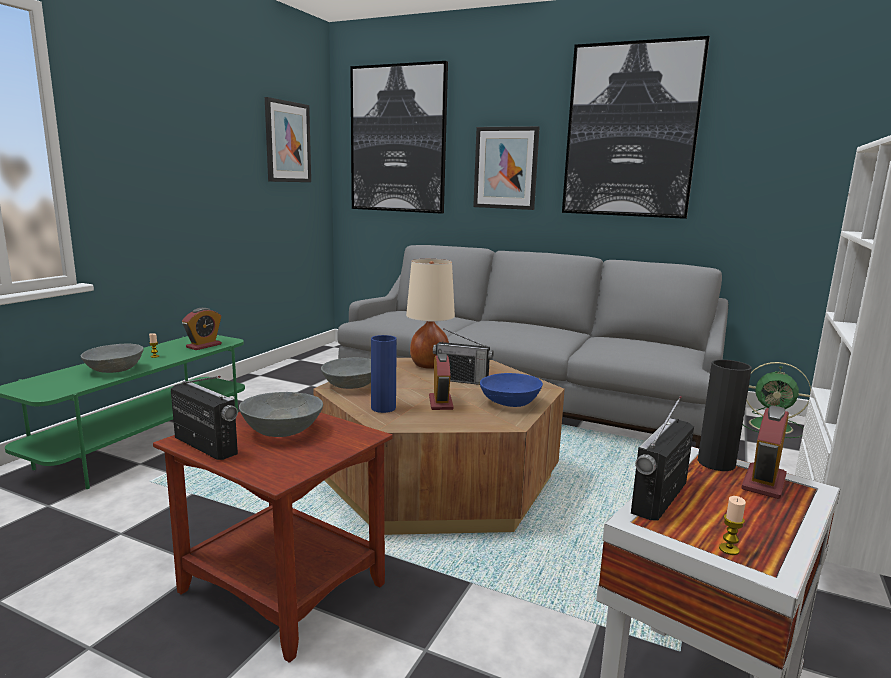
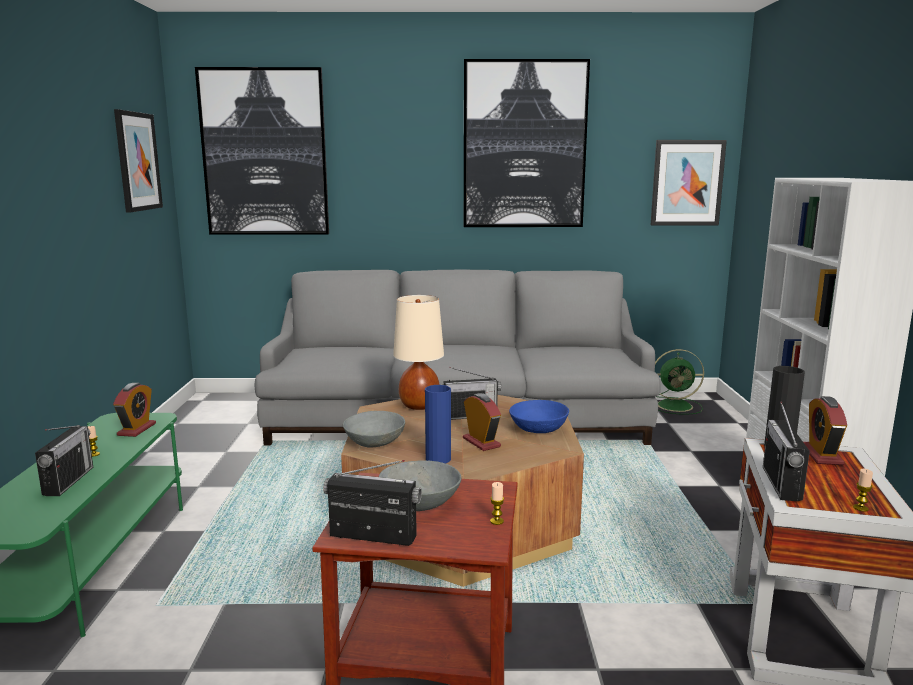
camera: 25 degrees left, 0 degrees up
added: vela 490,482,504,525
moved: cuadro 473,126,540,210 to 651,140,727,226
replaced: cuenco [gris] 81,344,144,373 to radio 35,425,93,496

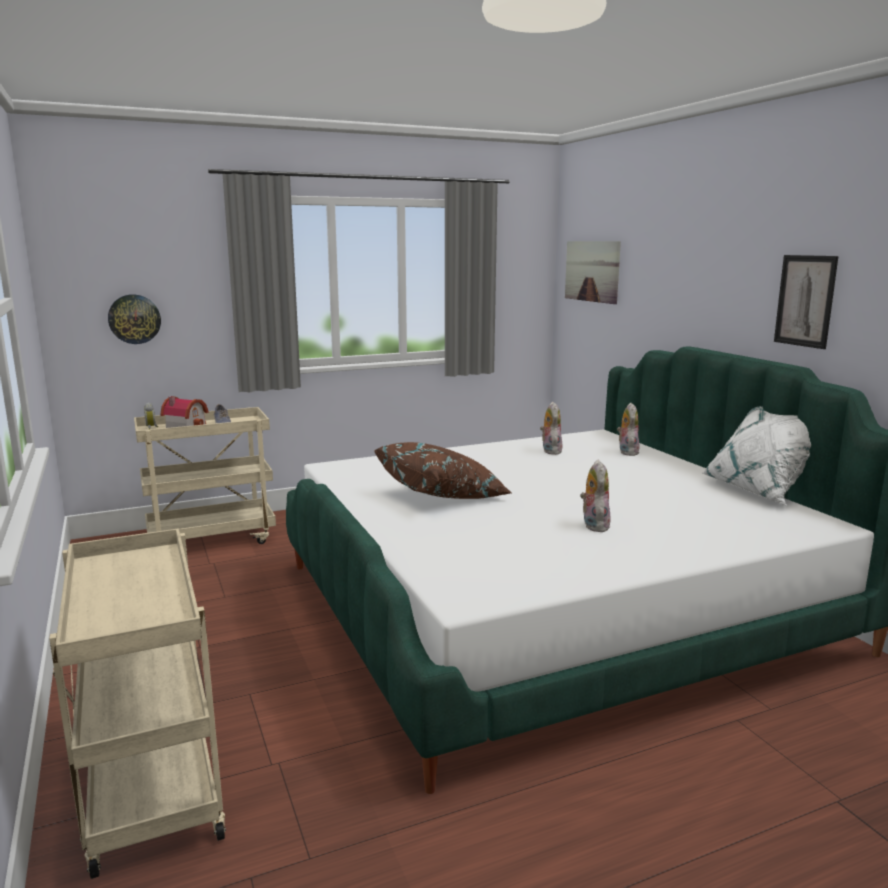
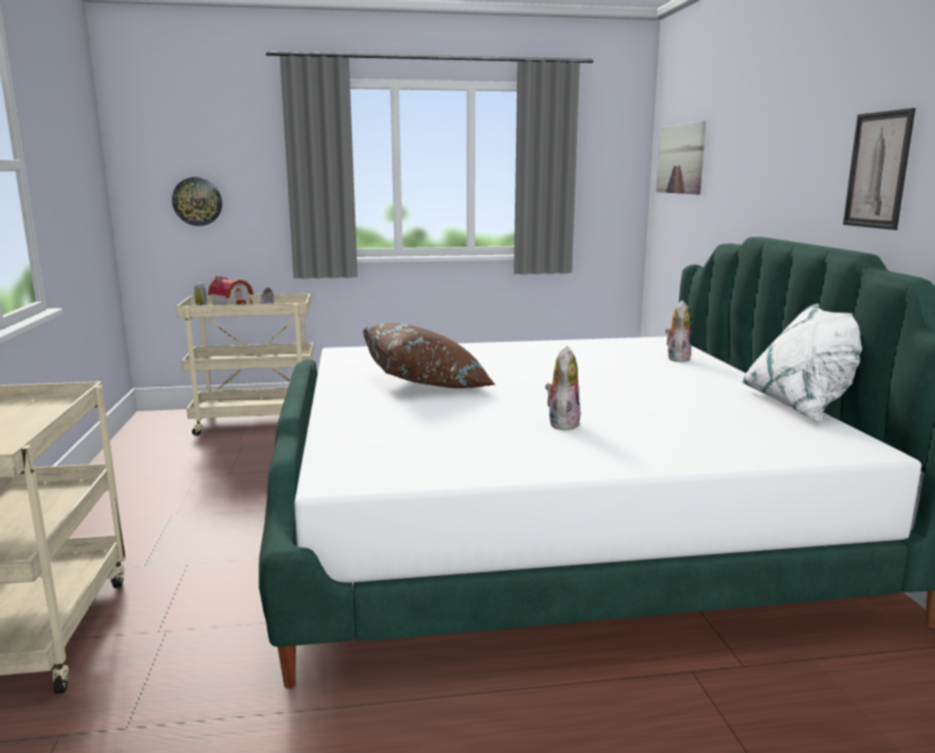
camera: 15 degrees right, 0 degrees up
removed: peluche 540,402,562,455

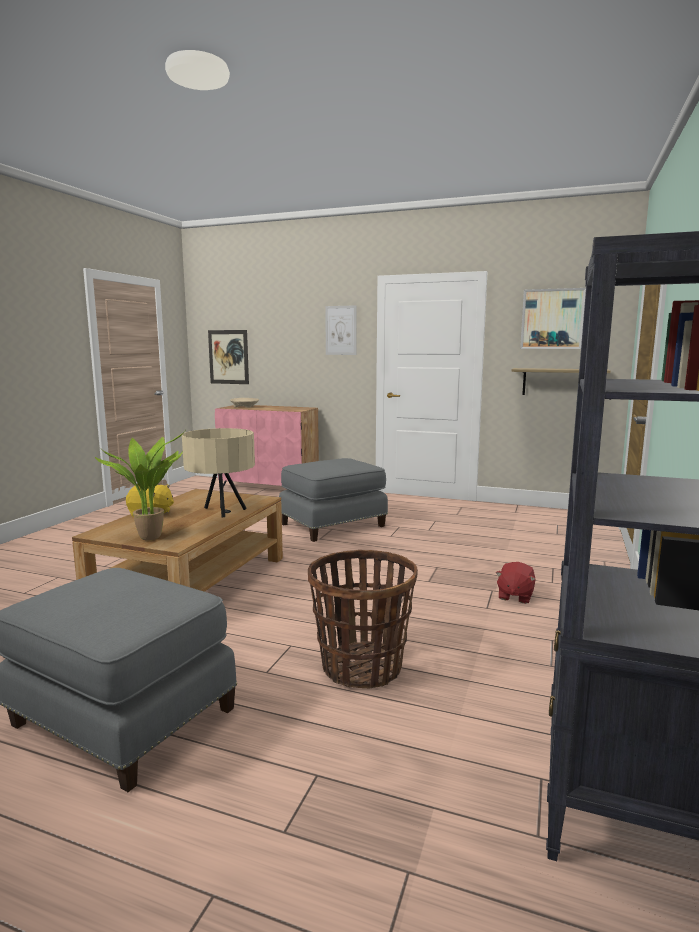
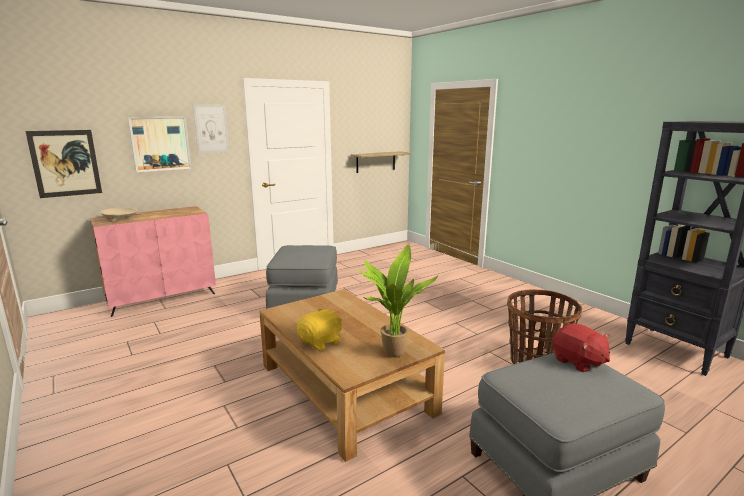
camera: 55 degrees left, 5 degrees up
removed: lámpara de mesa [beis] 182,428,255,517
moved: peluche [rojo] 496,562,535,604 to 553,323,610,372; cuadro 520,288,586,349 to 128,117,192,172

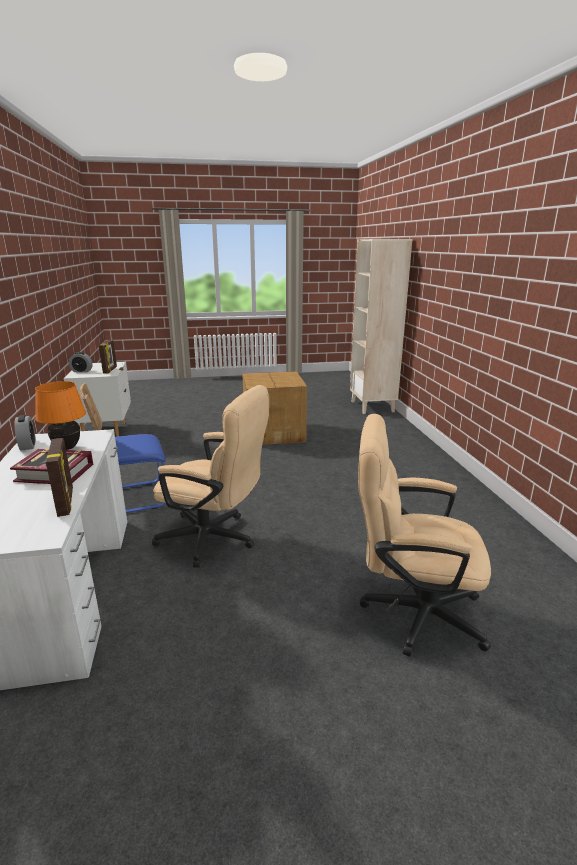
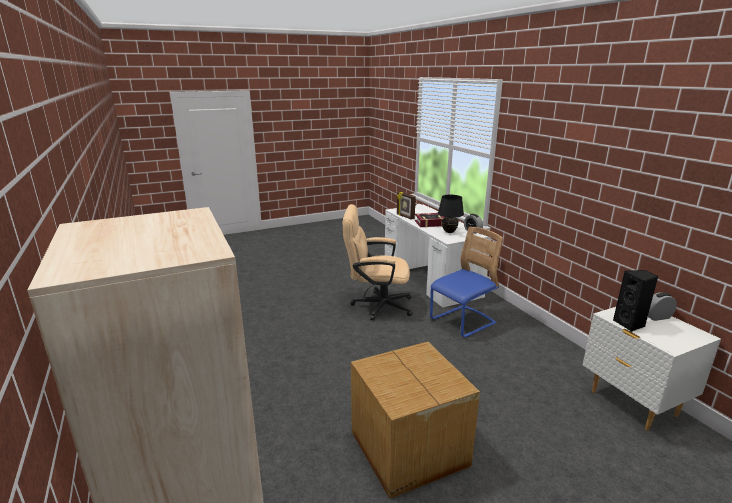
camera: 165 degrees right, 0 degrees up
removed: silla de oficina [beis] 358,414,491,657
replaced: portarretratos 99,340,117,374 to altavoz [negro] 613,270,658,332
recoloured: lámpara de mesa [naranja] 35,381,86,450 to lámpara de mesa [negro] 438,195,464,233

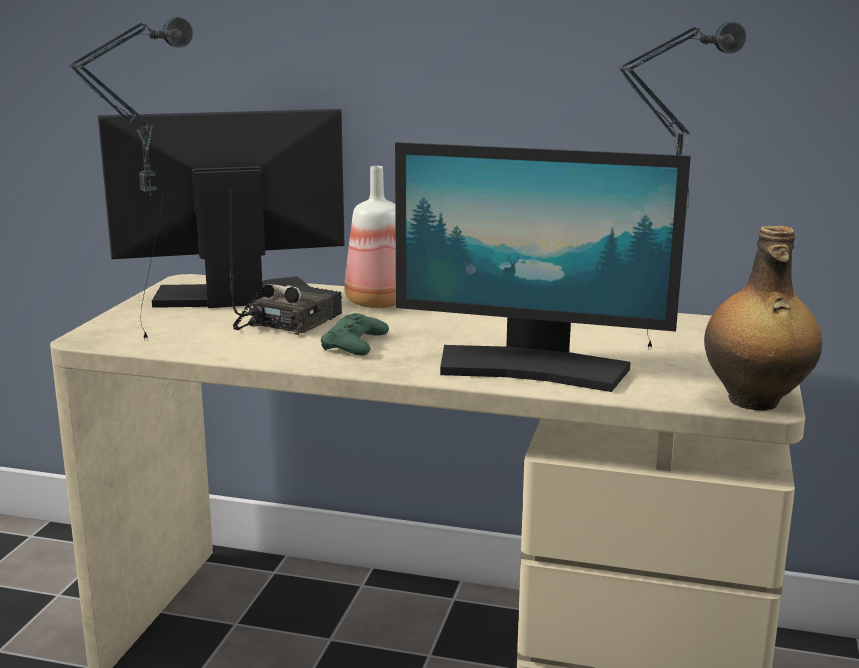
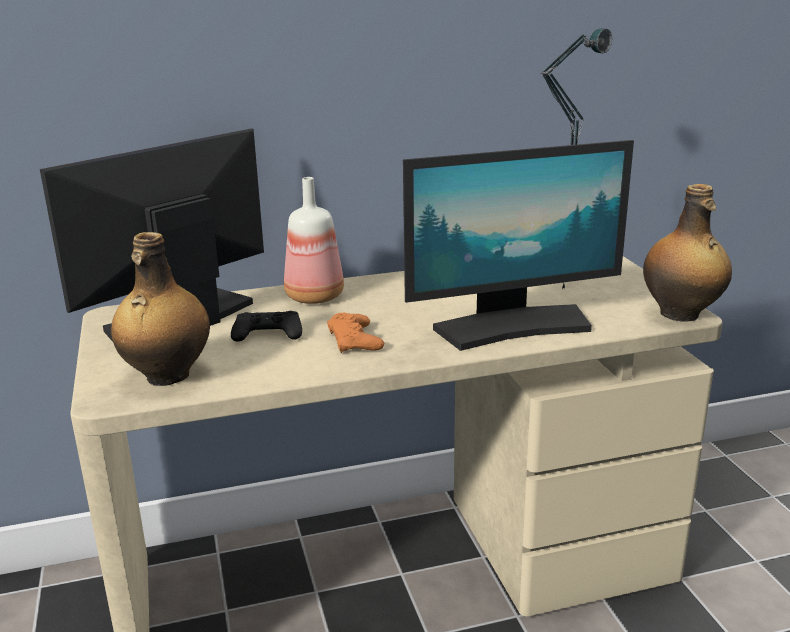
camera: 30 degrees left, 5 degrees up
replaced: lámpara de mesa 69,17,193,341 to botella 111,232,210,386; radio 230,187,342,335 to mando de consola [negro] 231,311,302,342
recoloured: mando de consola [verde] 321,313,389,356 to mando de consola [naranja] 327,313,384,353

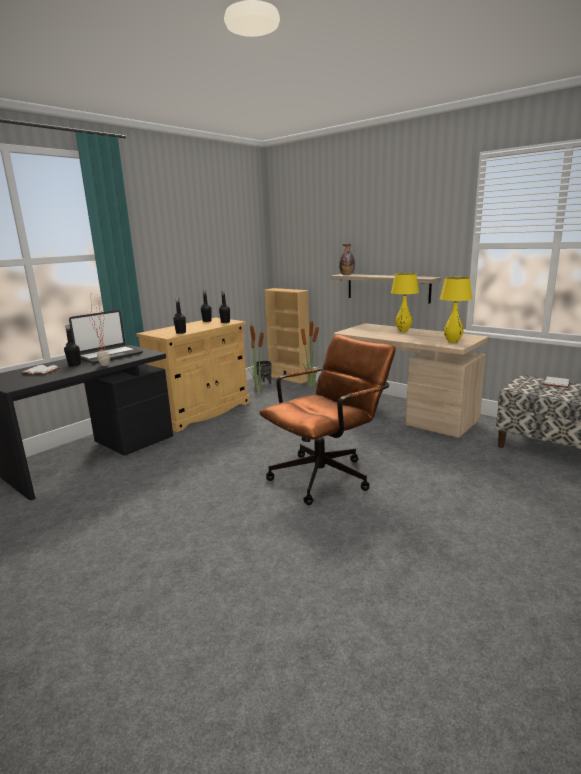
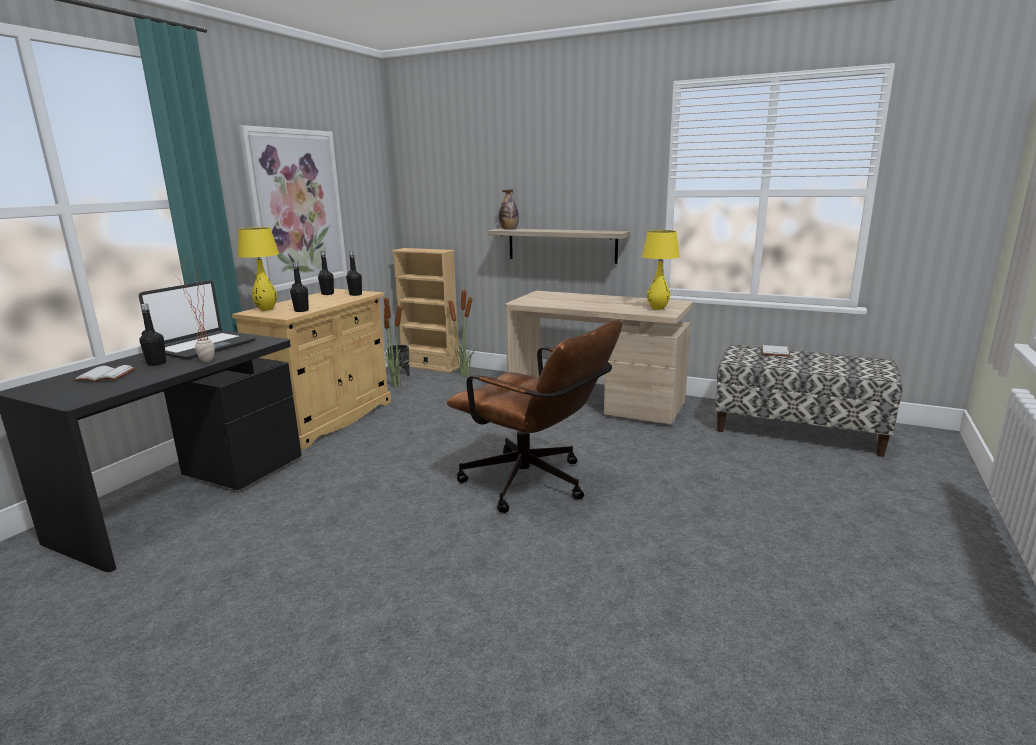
camera: 15 degrees left, 0 degrees up
added: cuadro 239,125,347,291
moved: lámpara de mesa [amarillo] 391,273,419,332 to 237,227,279,311
turned: silla de oficina [marrón] 259,335,396,505 = 447,320,622,513 90 degrees clockwise

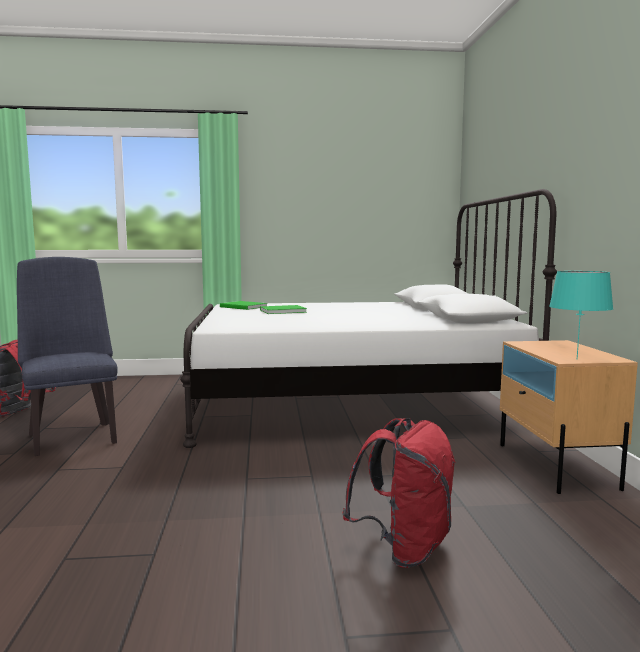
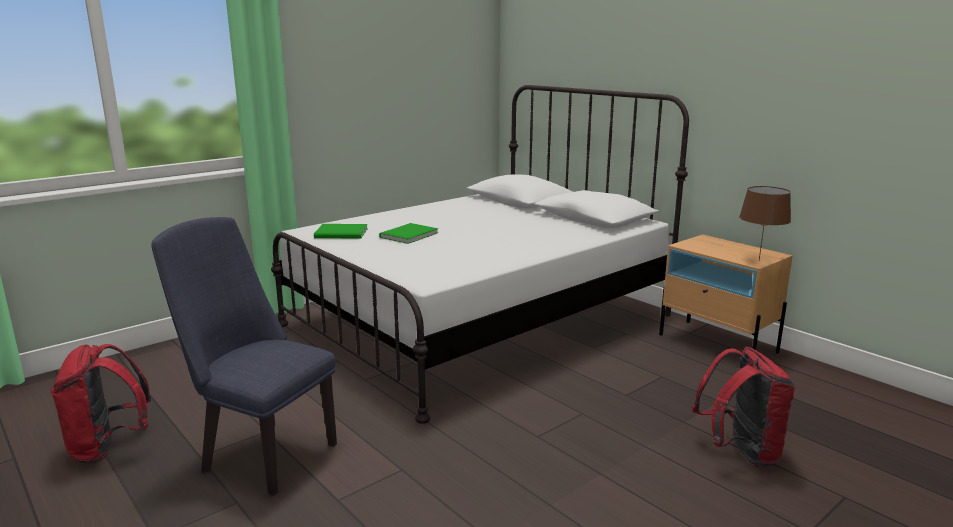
camera: 35 degrees left, 10 degrees up
recoloured: lámpara de mesa [turquesa] 549,271,614,359 to lámpara de mesa [marrón] 739,186,791,260

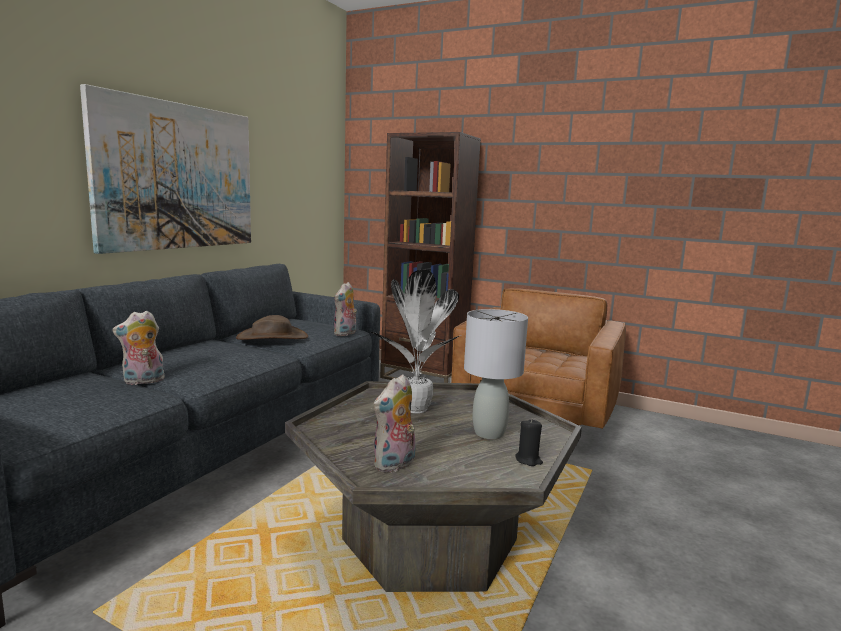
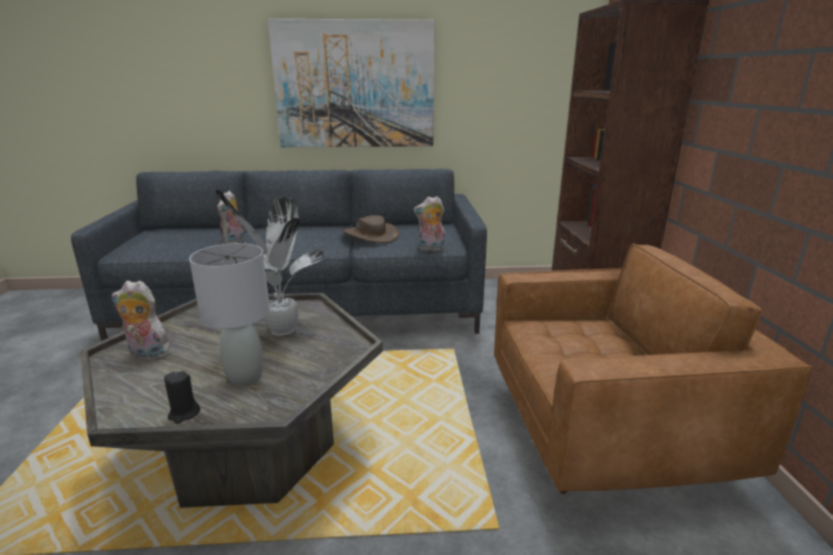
camera: 60 degrees right, 10 degrees up
turned: peluche 112,311,165,385 = 217,191,244,244 105 degrees counterclockwise

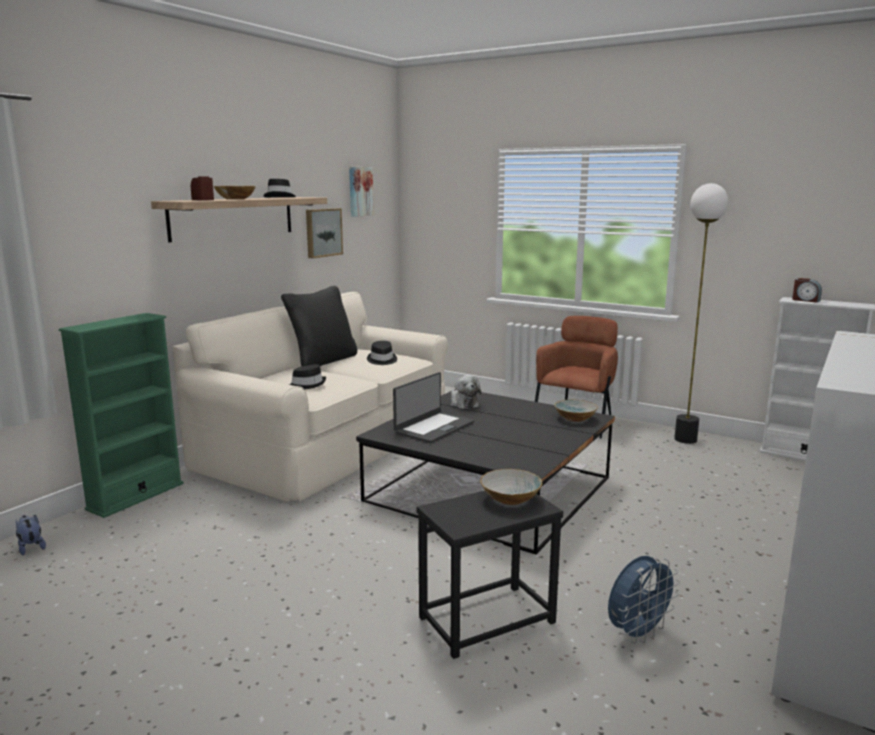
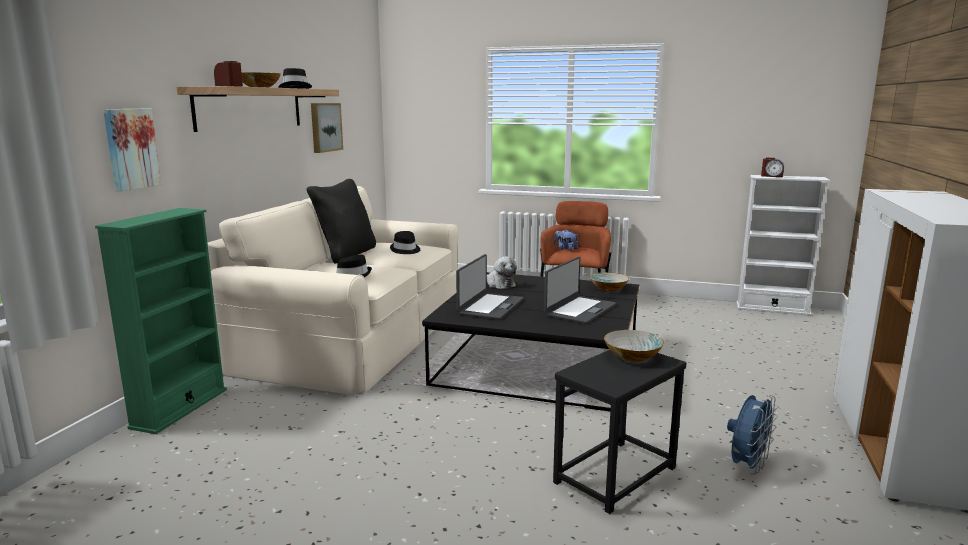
camera: 15 degrees left, 0 degrees up
removed: lámpara de pie 674,183,728,444
added: portátil 544,257,616,324
moved: peluche 16,515,46,555 to 554,229,578,251; cuadro 349,167,374,217 to 103,109,162,191

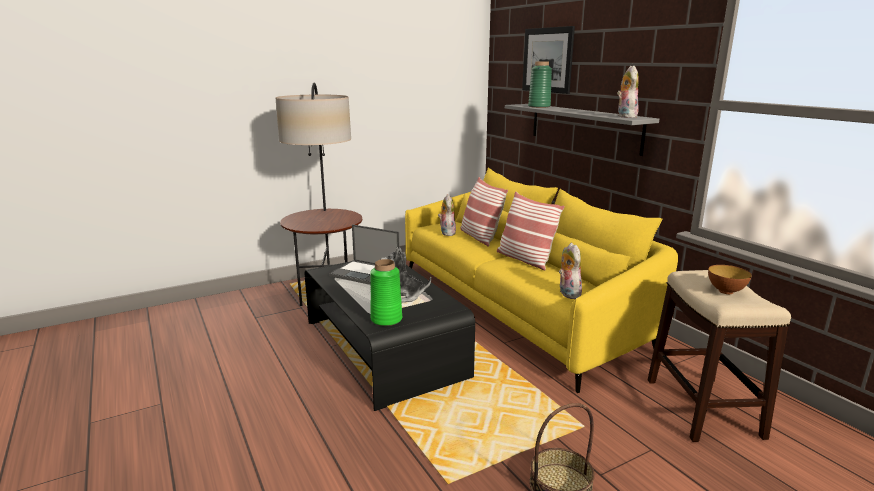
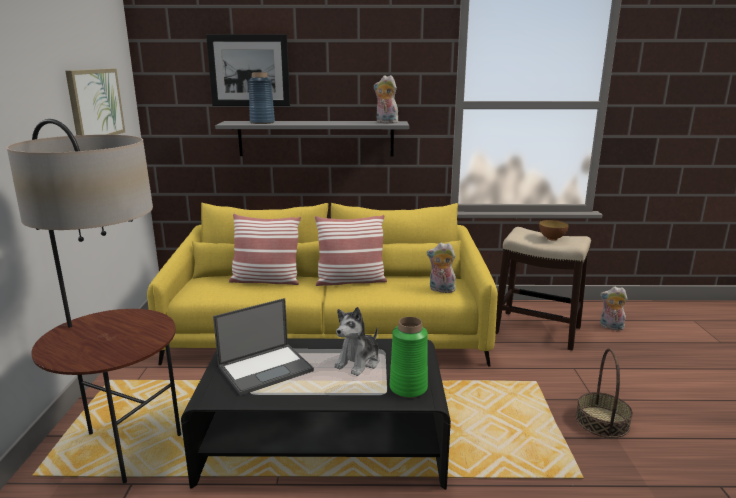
camera: 60 degrees left, 0 degrees up
added: cuadro 65,69,125,135
moved: peluche 438,194,456,236 to 600,287,628,331
recoloured: florero [verde] 528,62,552,108 to florero [azul] 248,72,275,124

